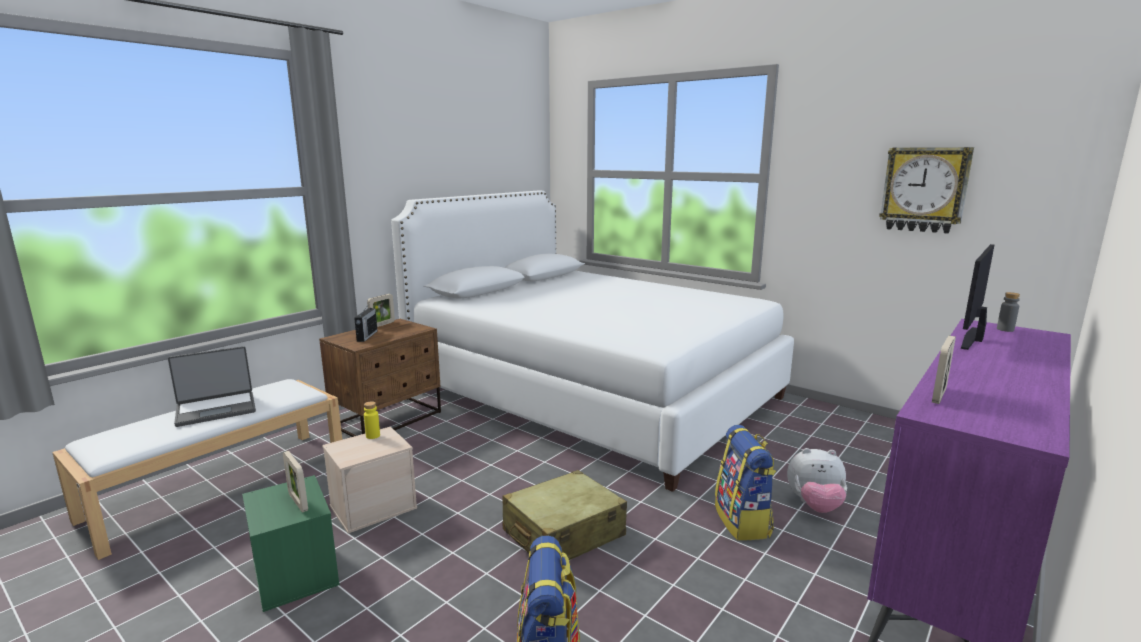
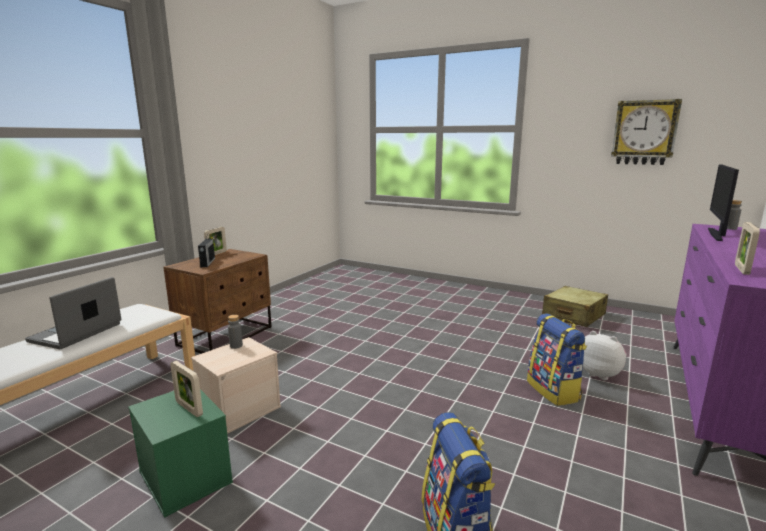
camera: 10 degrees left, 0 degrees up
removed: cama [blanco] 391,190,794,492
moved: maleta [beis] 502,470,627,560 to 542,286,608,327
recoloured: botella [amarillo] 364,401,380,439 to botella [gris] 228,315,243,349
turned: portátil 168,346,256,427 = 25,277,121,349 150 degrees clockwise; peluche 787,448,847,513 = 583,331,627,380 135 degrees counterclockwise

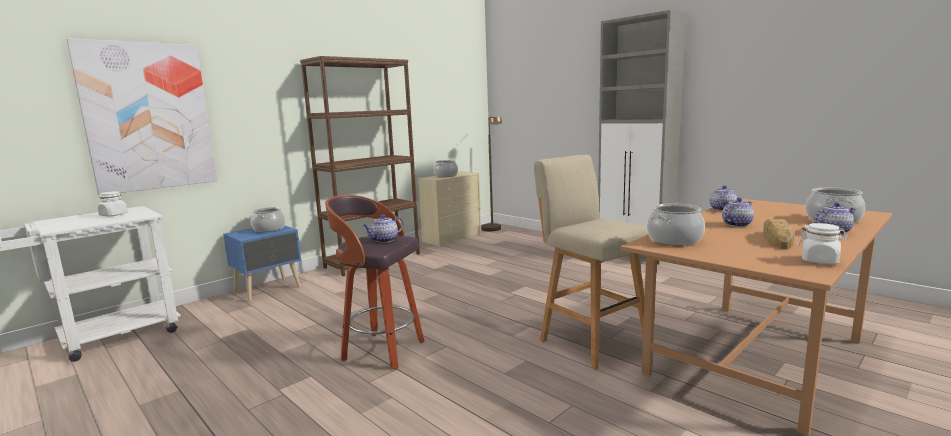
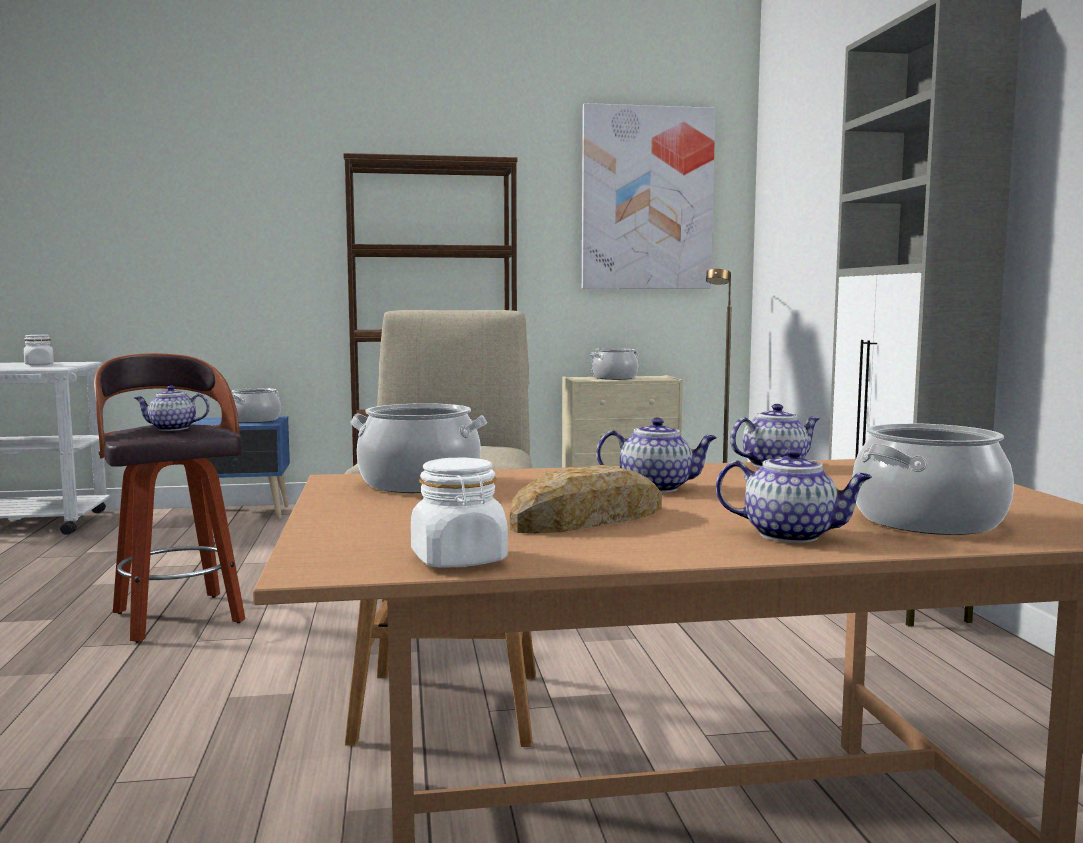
camera: 35 degrees right, 5 degrees down
moved: cuadro 66,38,217,195 to 582,103,715,289

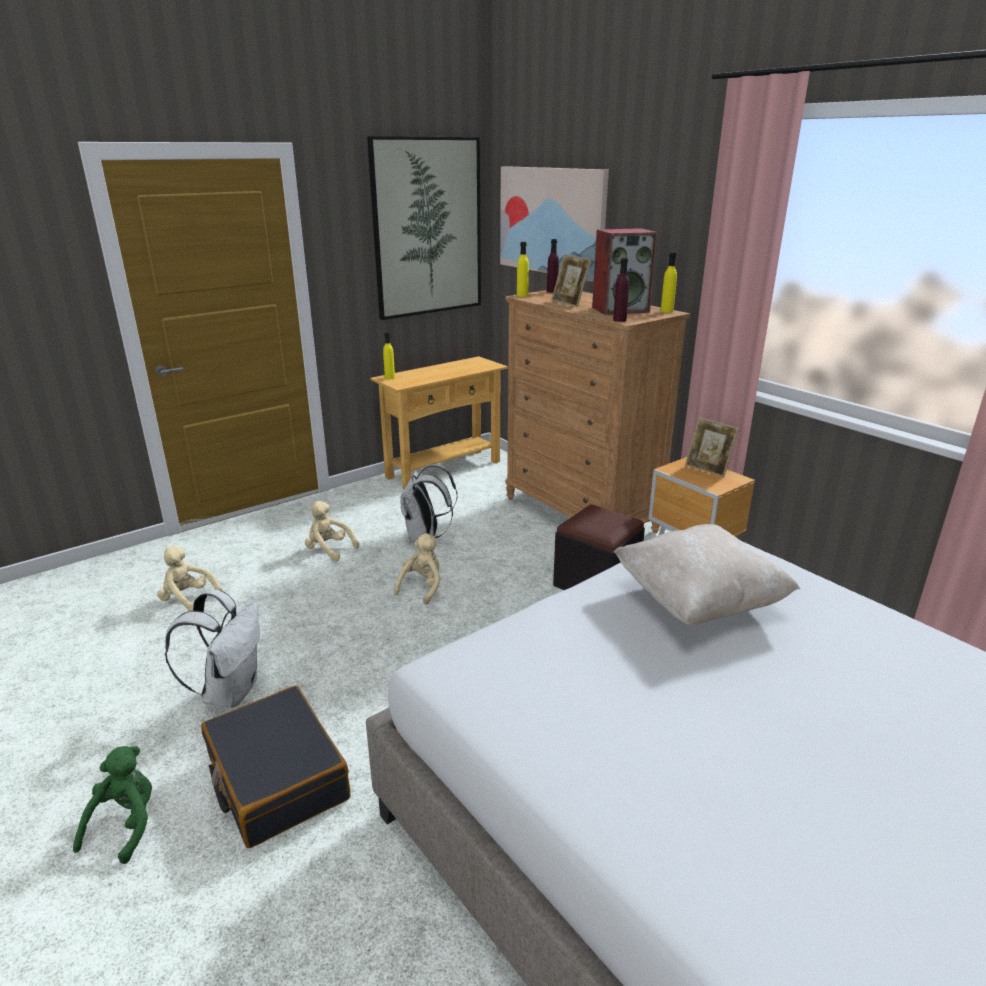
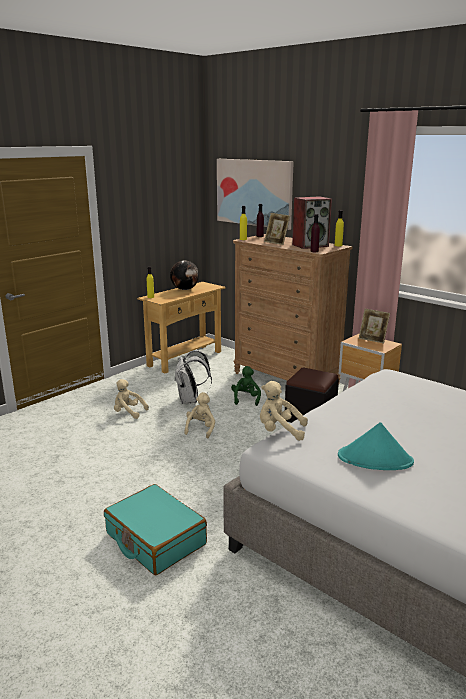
camera: 10 degrees left, 5 degrees down
removed: mochila [blanco] 165,589,260,708; cuadro 367,136,481,320; cojín [beis] 614,524,800,625
added: globo terráqueo 170,260,199,290; sombrero [turquesa] 338,422,414,470
moved: peluche [verde] 73,746,152,864 to 231,366,261,406; peluche [beis] 157,546,223,611 to 260,381,308,441
recoloured: maleta [negro] 201,686,350,848 to maleta [turquesa] 104,484,207,575

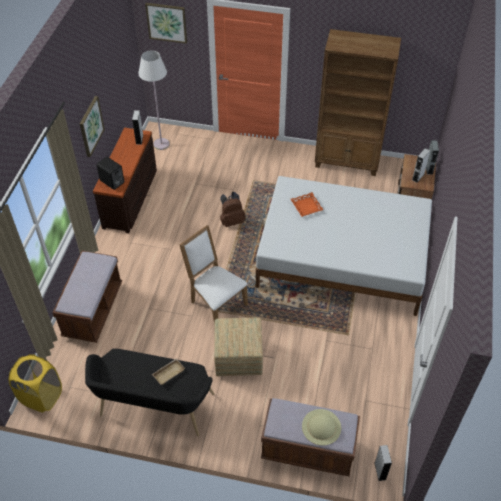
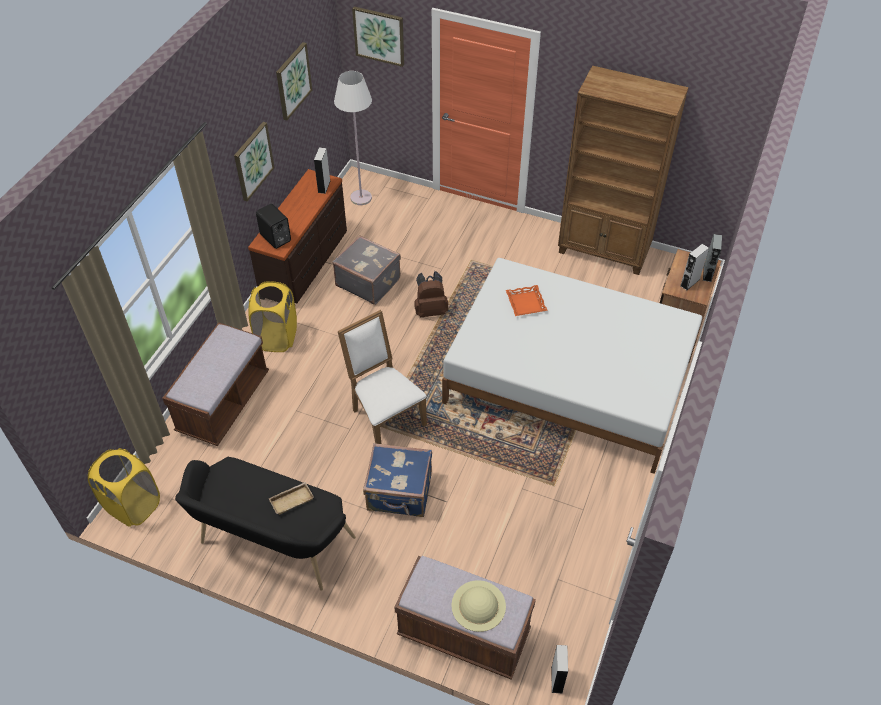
camera: 10 degrees right, 0 degrees up
added: cesto de la ropa [amarillo] 248,281,297,352; cuadro 276,42,312,120; maleta [gris] 333,235,401,305
replaced: puf 214,318,263,376 to maleta [azul] 363,443,432,517

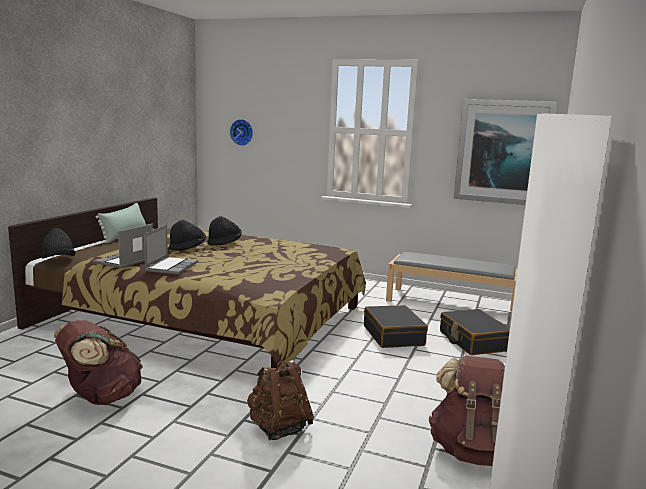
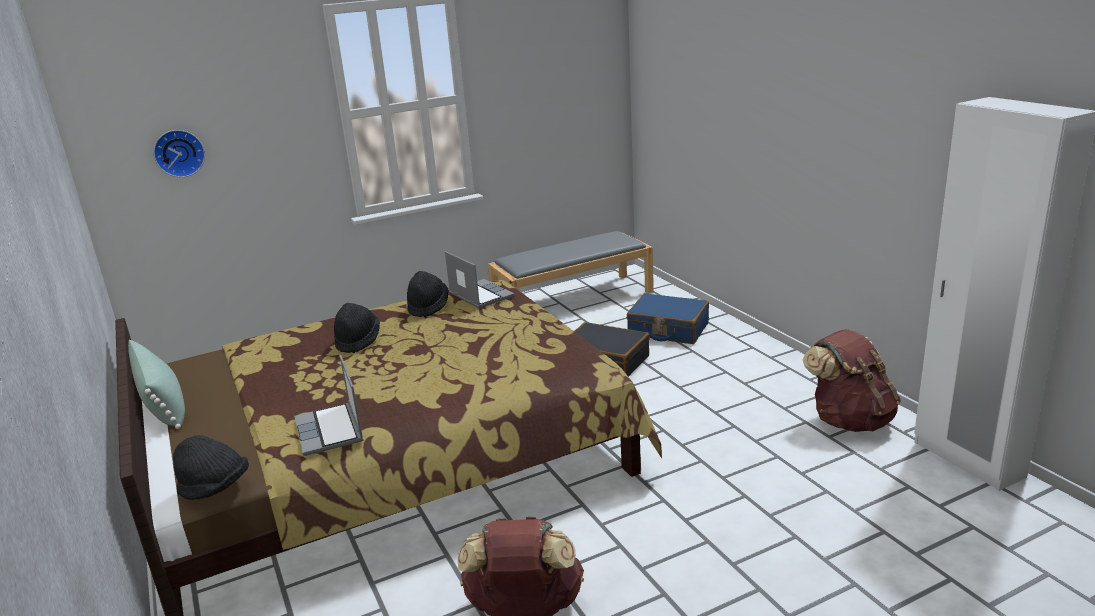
camera: 45 degrees left, 10 degrees up
removed: mochila [marrón] 247,360,314,440; cuadro 454,99,557,205
moved: portátil 144,225,198,275 to 445,251,515,308; sombrero [negro] 169,220,206,251 to 407,271,449,317
recoloured: maleta [negro] 440,309,509,355 to maleta [azul] 627,293,709,344

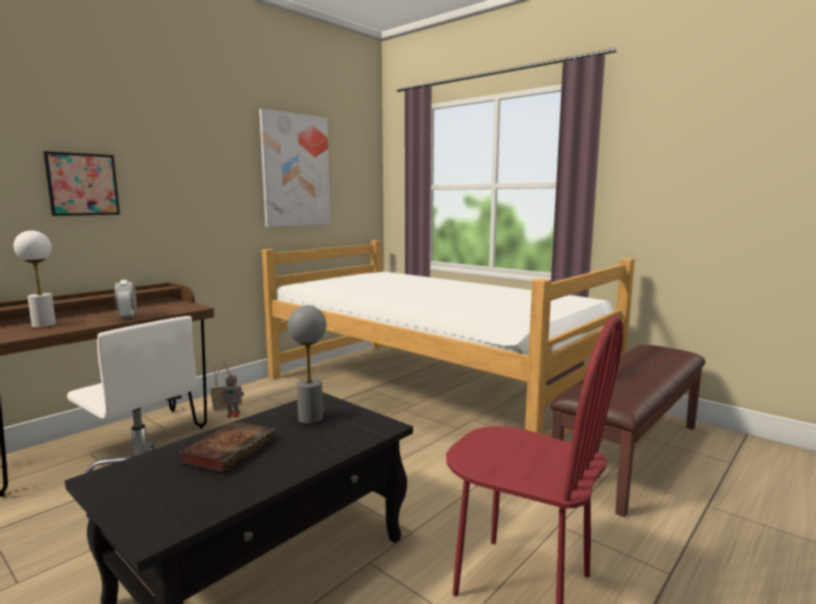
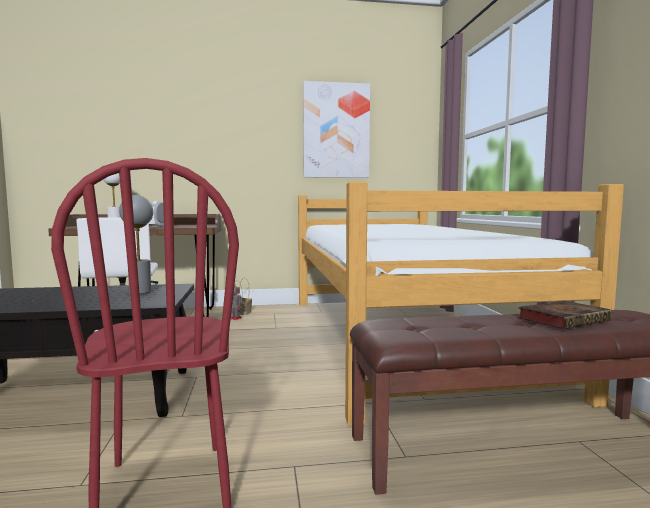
camera: 40 degrees right, 5 degrees down
removed: cuadro 43,151,120,216
moved: libro 179,421,276,473 to 517,301,612,329

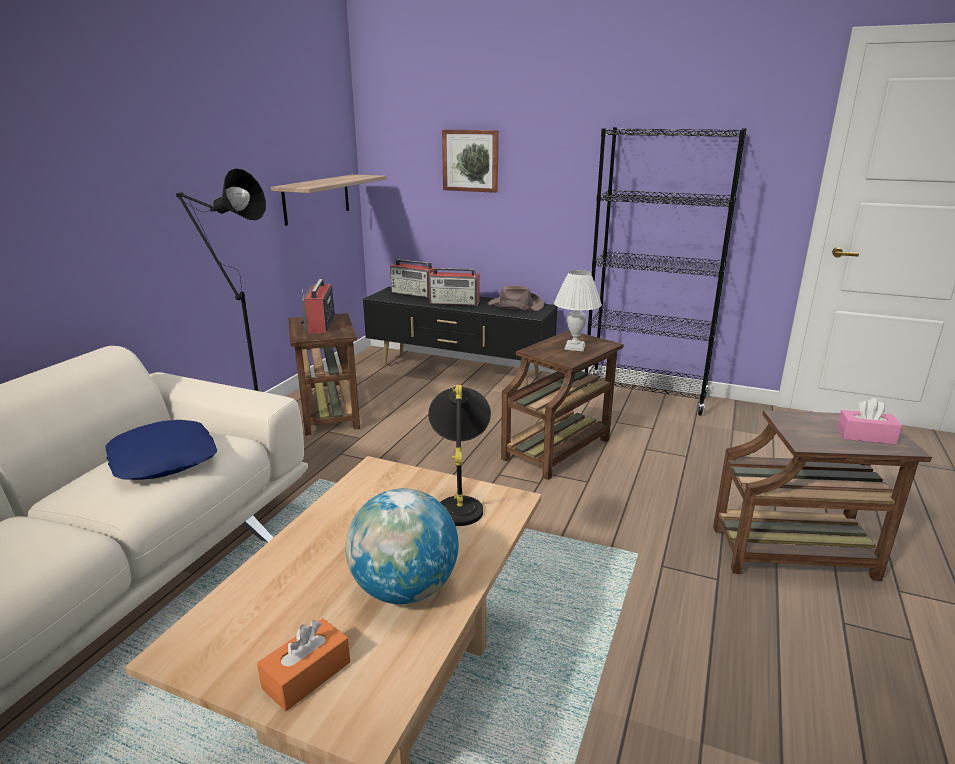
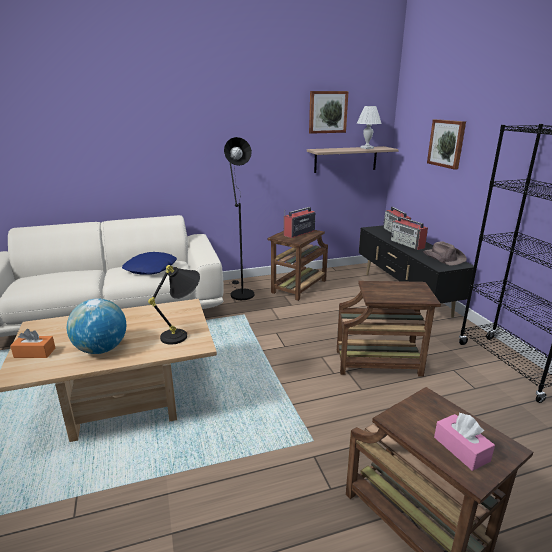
camera: 50 degrees right, 0 degrees up
added: cuadro 309,91,349,134
moved: lámpara de mesa [blanco] 554,270,602,351 to 357,106,382,149

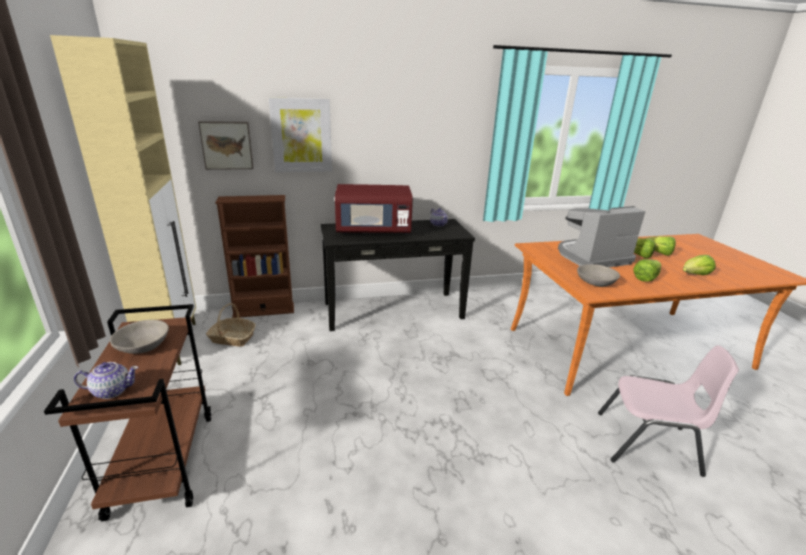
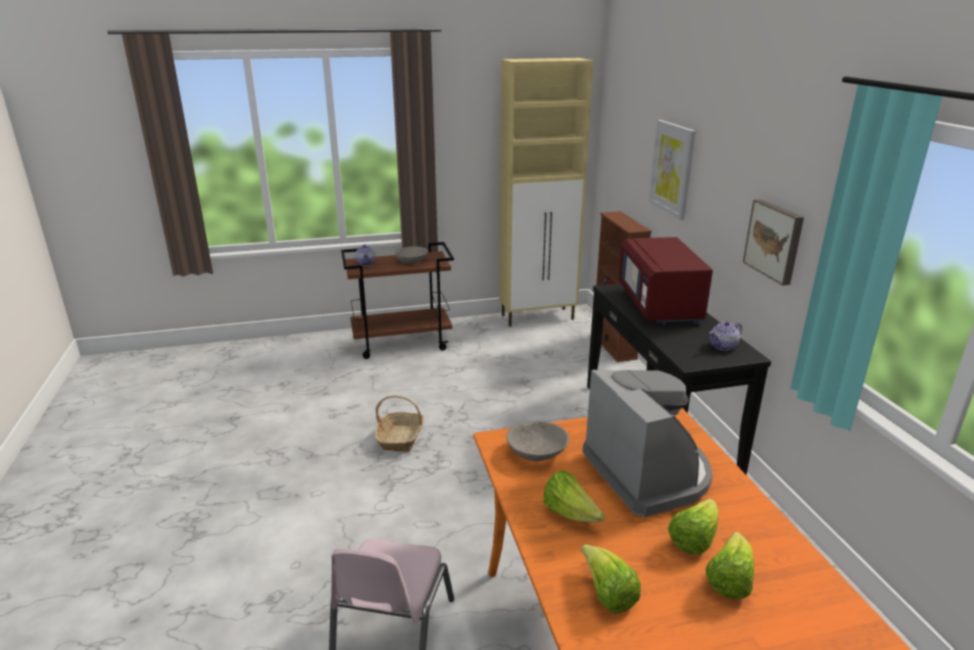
camera: 90 degrees right, 0 degrees up
moved: cuadro 198,121,253,170 to 743,199,804,285; cesta 206,303,256,347 to 375,395,424,452

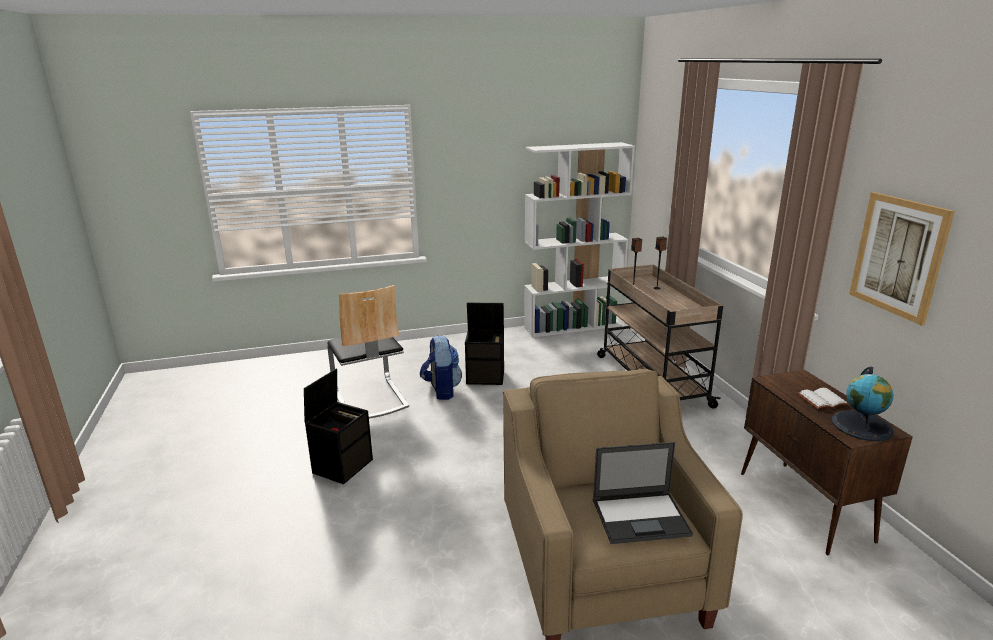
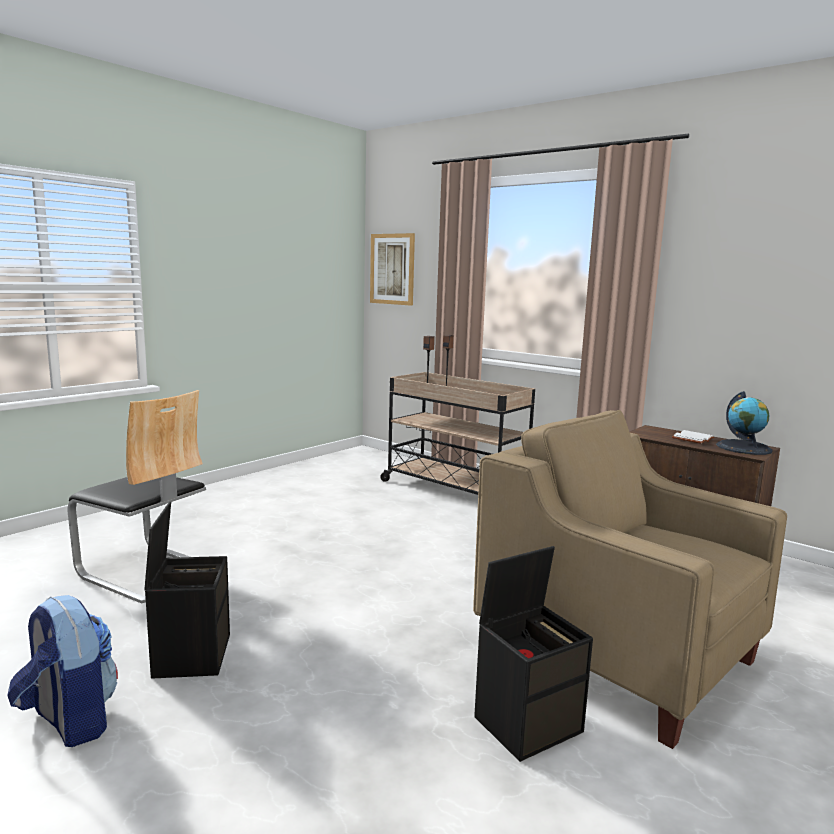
camera: 35 degrees left, 10 degrees down
removed: estantería [blanco] 524,142,635,337; portátil 593,442,693,544
moved: mochila 420,335,462,400 to 7,595,118,747; caja de almacenaje [negro] 465,302,504,385 to 474,546,593,762; cuadro 849,192,955,325 to 370,233,415,306

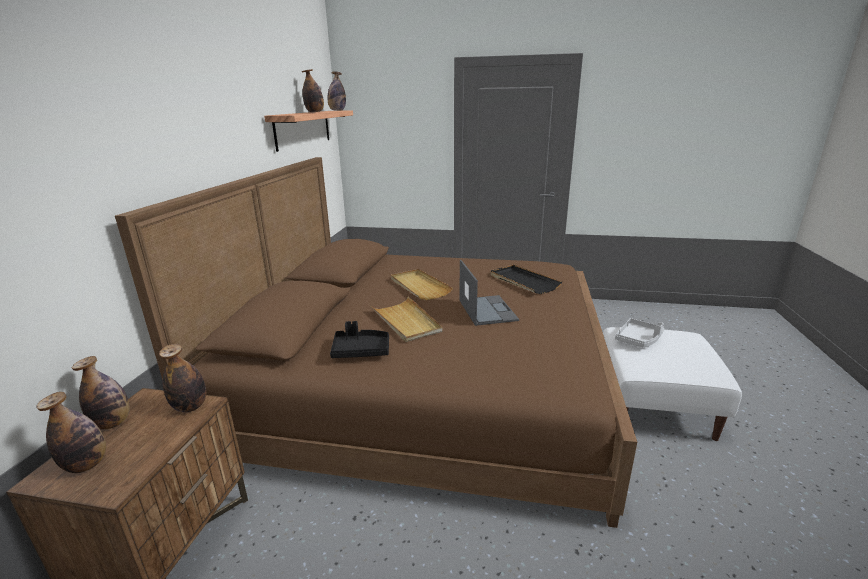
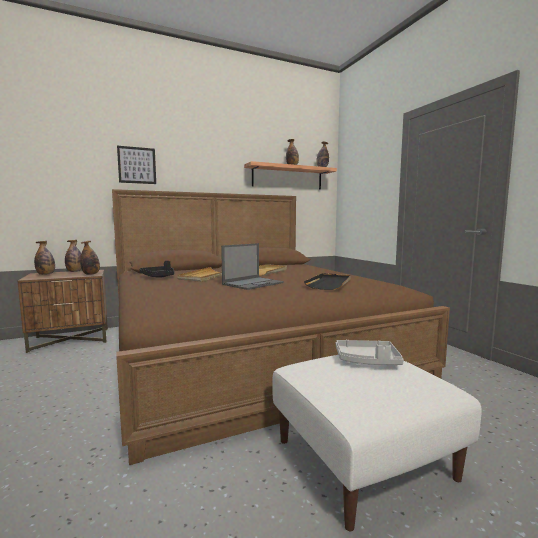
camera: 55 degrees right, 15 degrees down
added: cuadro 117,146,156,184

